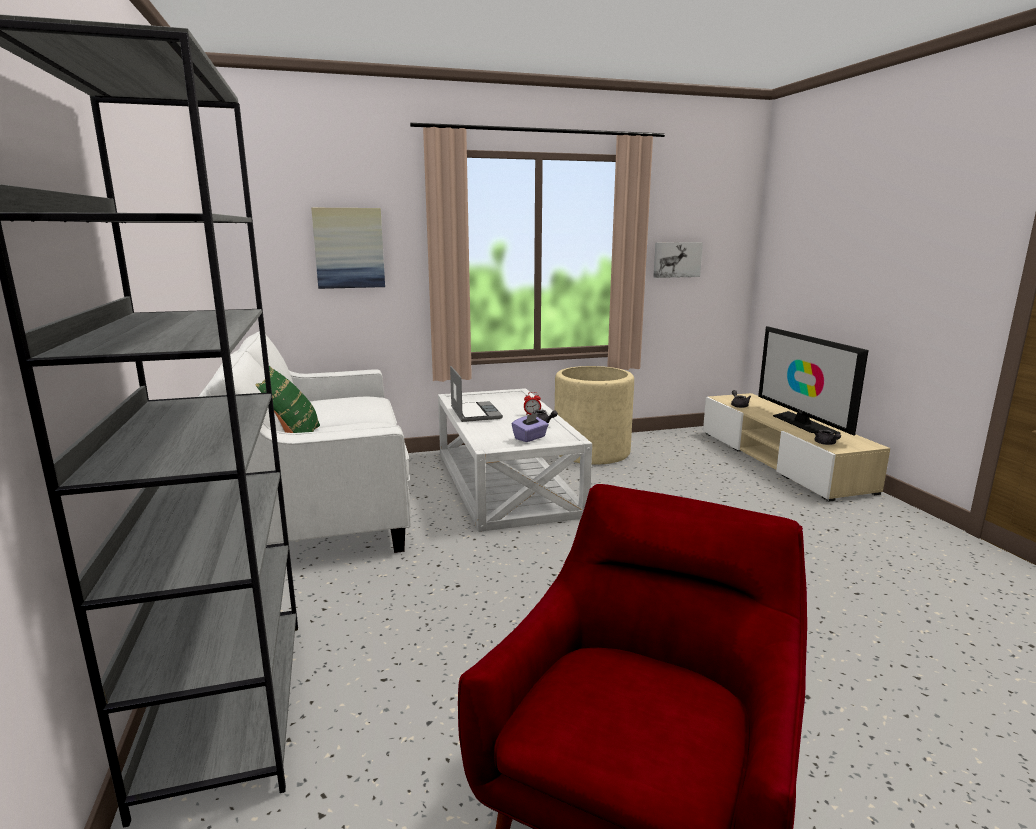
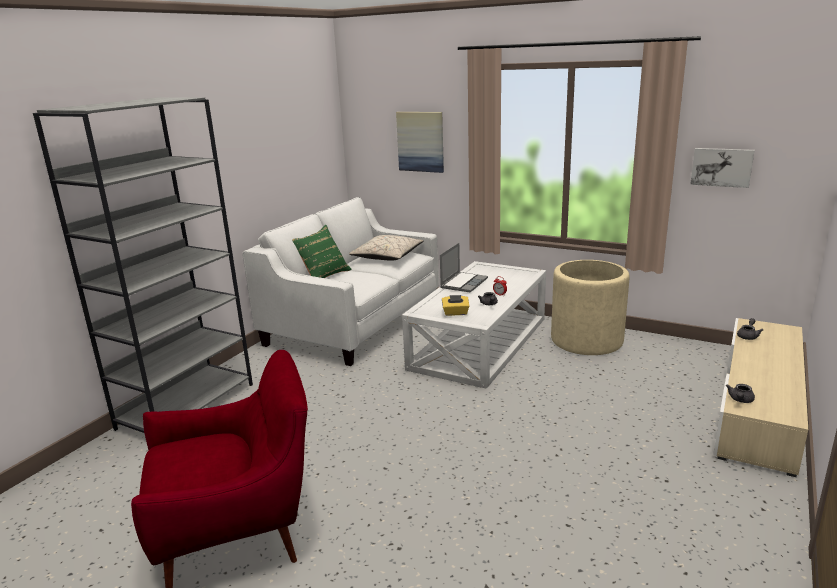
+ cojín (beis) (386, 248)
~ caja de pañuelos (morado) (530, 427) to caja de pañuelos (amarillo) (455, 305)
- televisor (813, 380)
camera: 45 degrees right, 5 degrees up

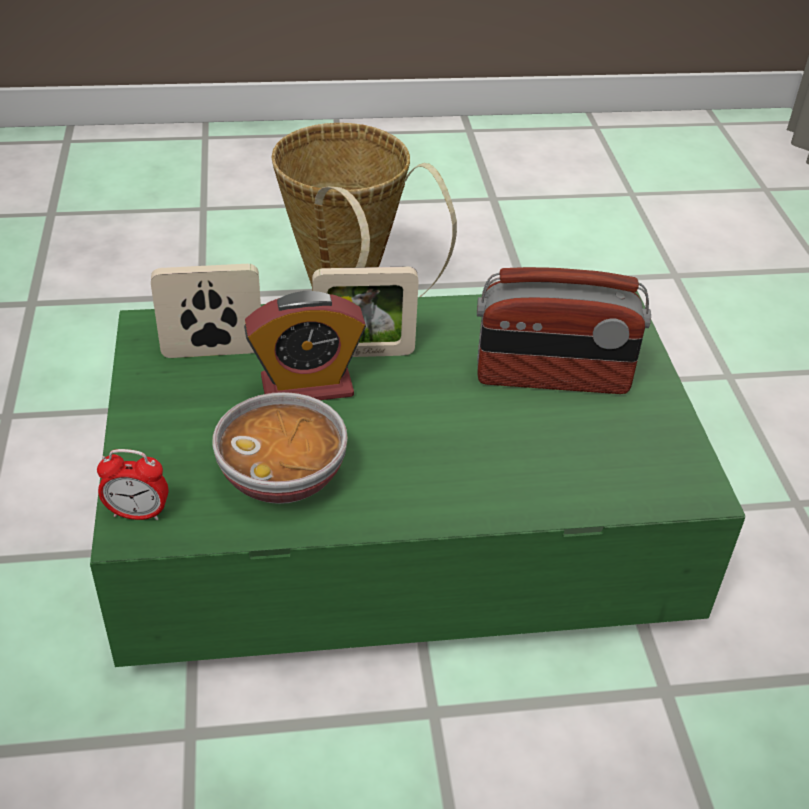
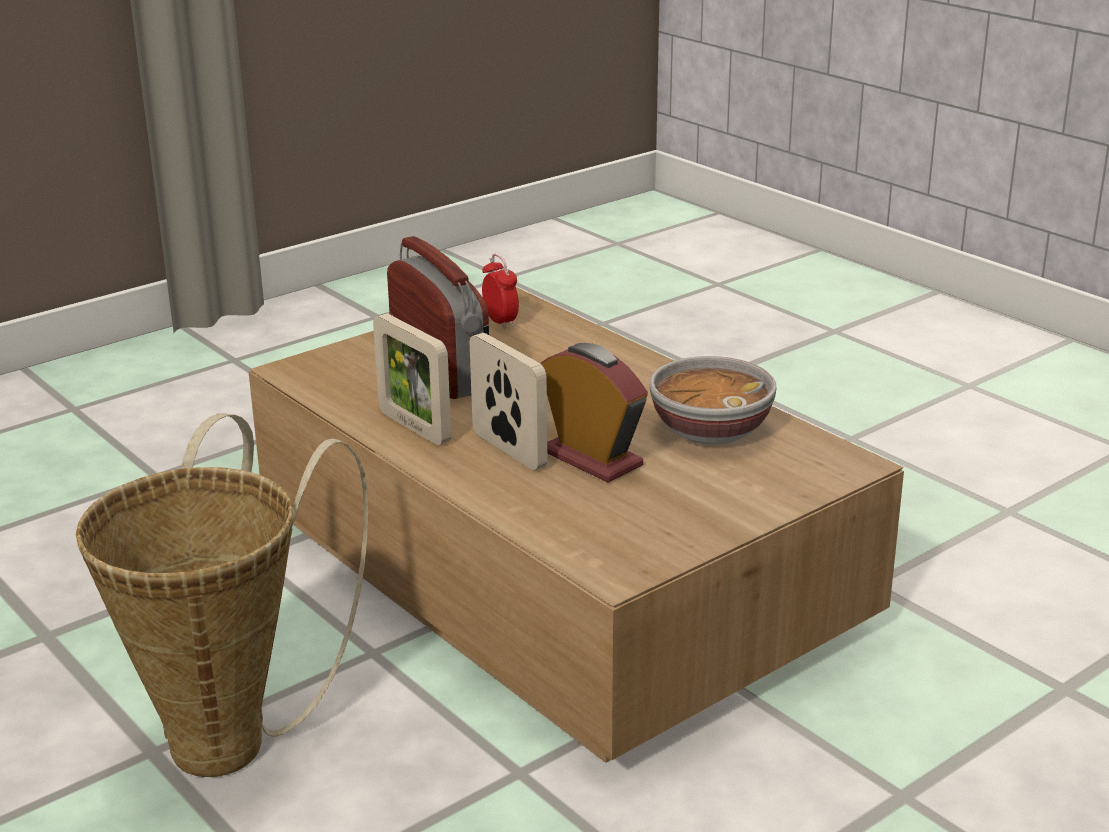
~ mesa de centro (verde) (417, 479) to mesa de centro (marrón) (576, 525)
~ portarretratos (206, 311) to (412, 379)
~ despertador (132, 484) to (500, 291)
camera: 120 degrees left, 15 degrees down

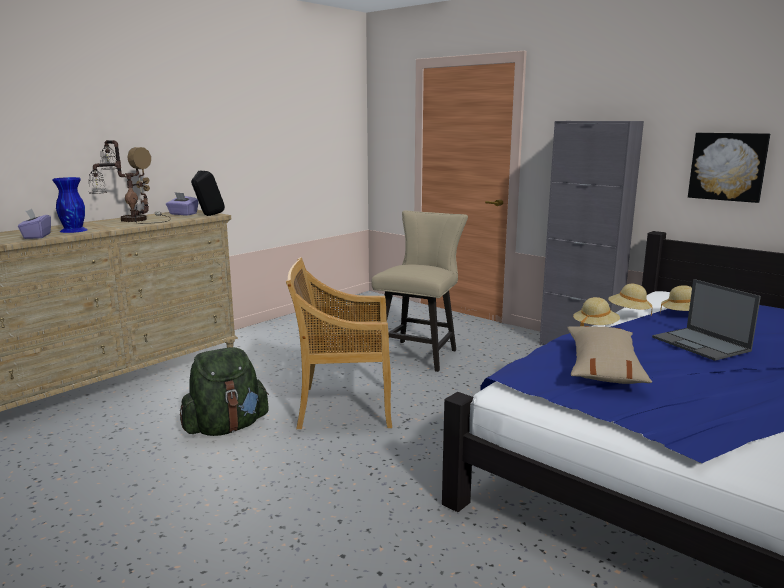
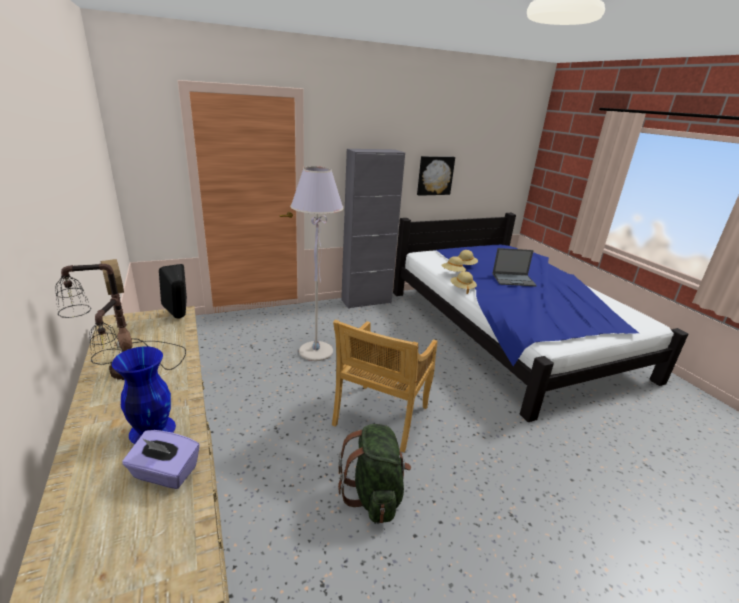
~ silla (beis) (420, 291) to lámpara de pie (gris) (317, 263)
- caja de pañuelos (morado) (182, 204)
- cojín (beis) (609, 355)
camera: 65 degrees left, 10 degrees up

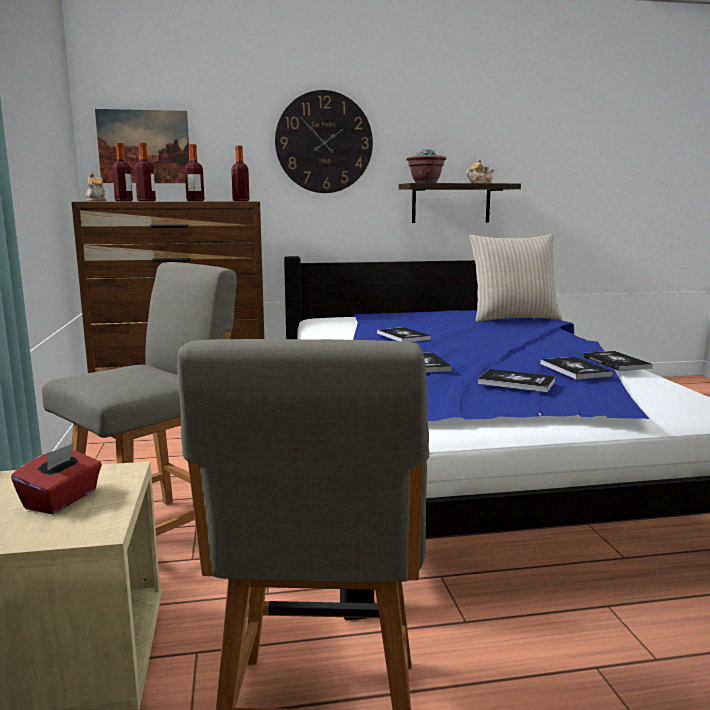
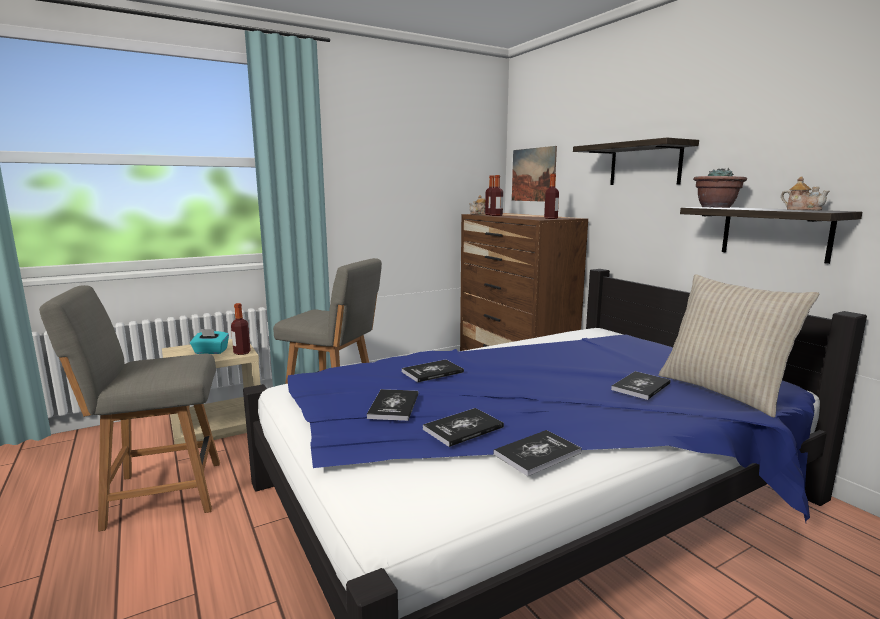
~ caja de pañuelos (rojo) (56, 478) to caja de pañuelos (turquesa) (209, 341)
~ botella (195, 172) to (241, 329)
~ reloj de pared (324, 141) to estante (636, 161)
~ libro (404, 334) to (641, 385)
camera: 70 degrees right, 0 degrees up

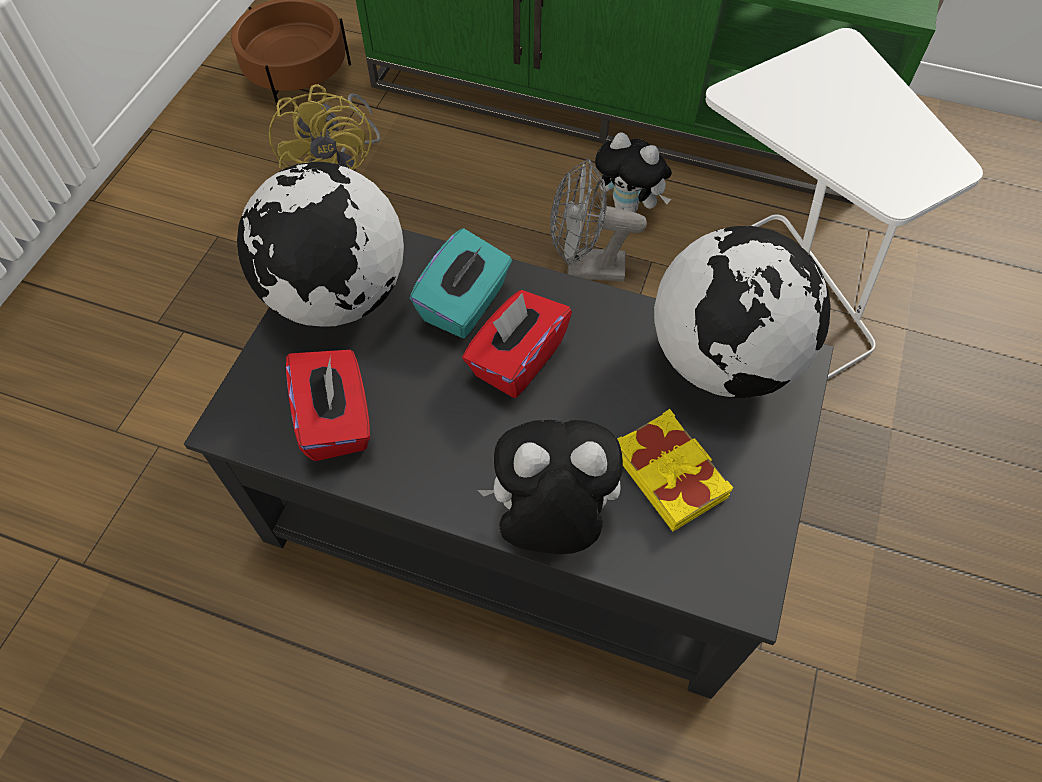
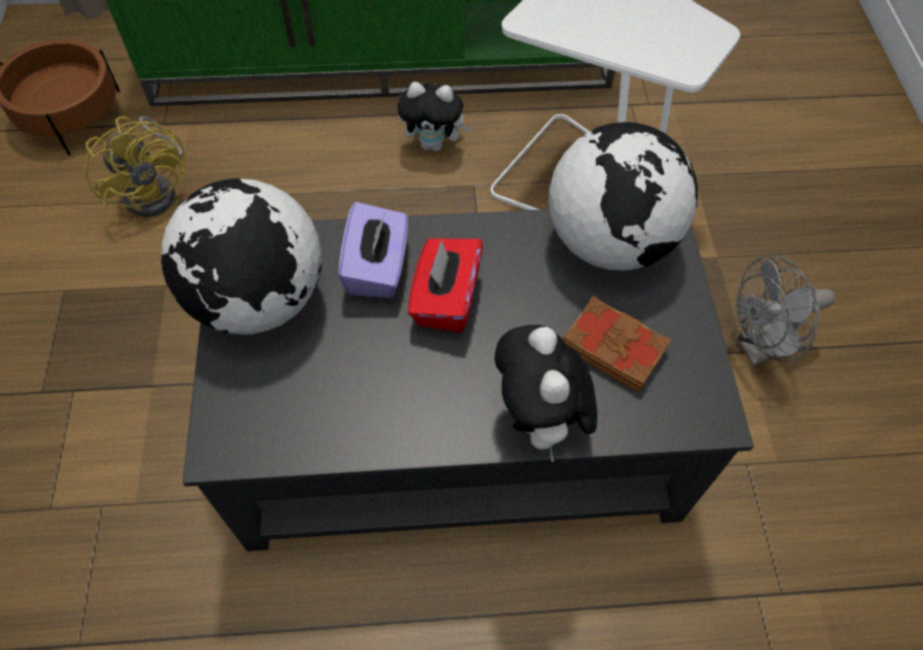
~ caja de pañuelos (turquesa) (461, 283) to caja de pañuelos (morado) (373, 250)
~ peluche (550, 487) = (546, 393) 75 degrees counterclockwise
~ libro (amarillo) (675, 470) to libro (marrón) (617, 344)
~ ventilador (gris) (598, 220) to (786, 310)
- caja de pañuelos (rojo) (328, 405)
camera: 25 degrees left, 0 degrees up

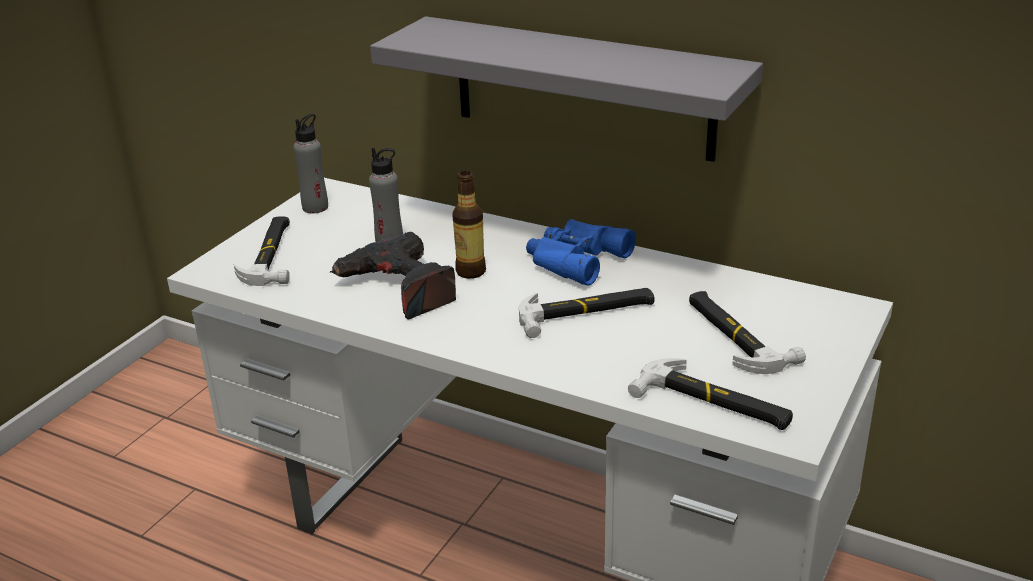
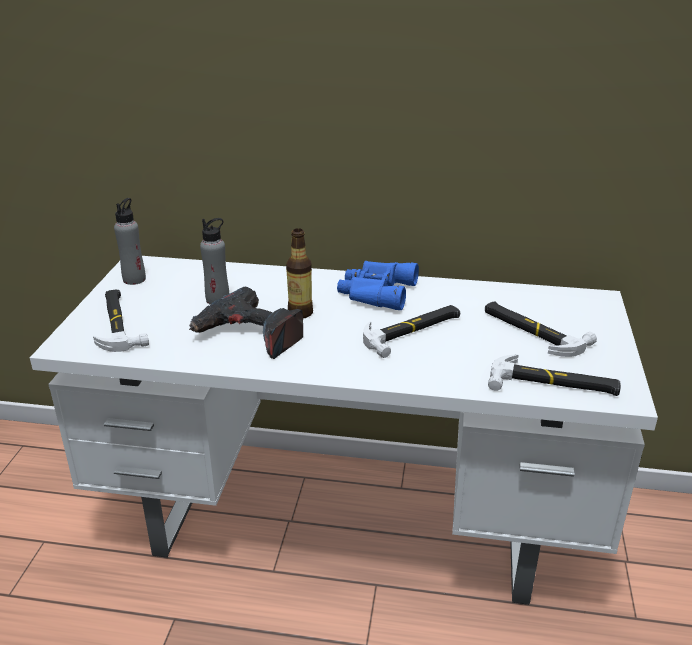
- estante (gris) (566, 89)
camera: 20 degrees left, 0 degrees up

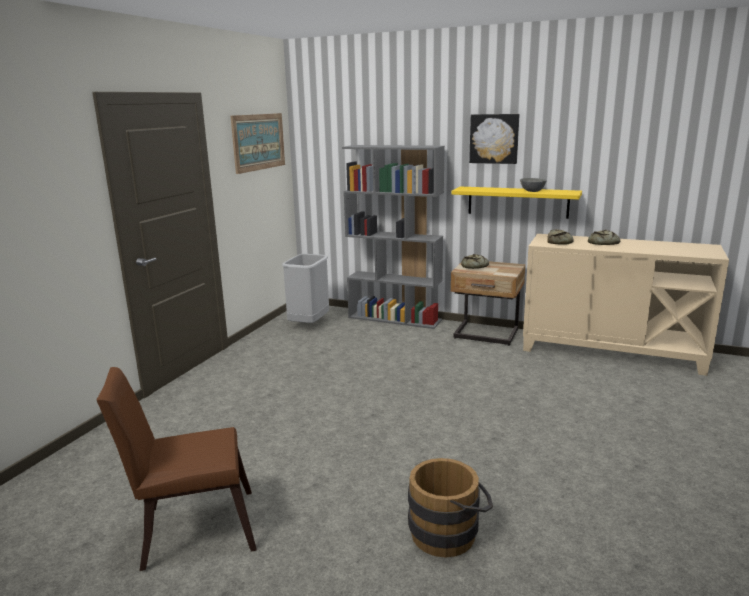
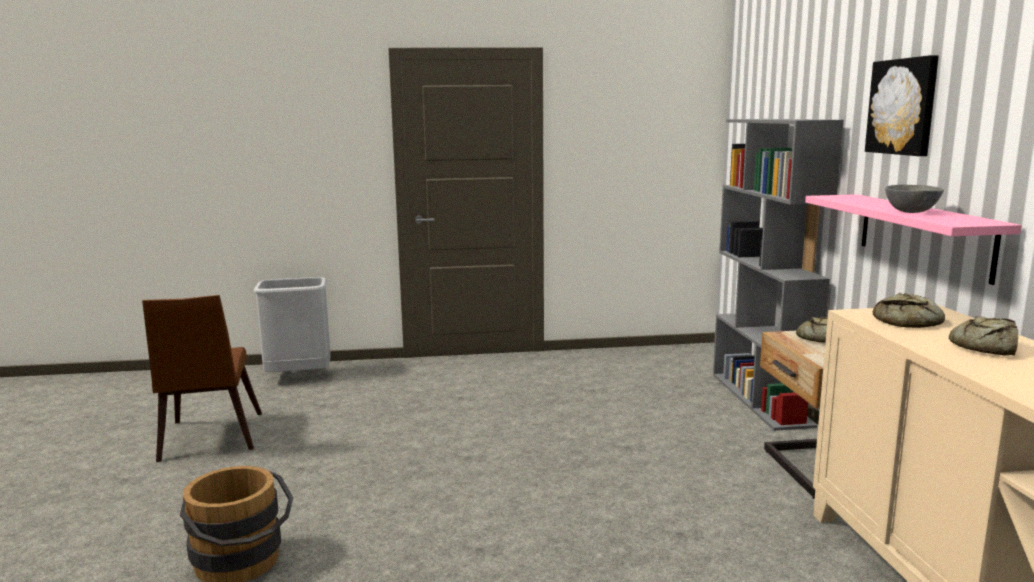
~ silla (marrón) (176, 469) = (202, 378) 150 degrees counterclockwise
~ papelera (gris) (305, 288) to (292, 324)
~ estante (amarillo) (516, 203) to estante (rosa) (913, 239)
- cuadro (258, 143)
camera: 60 degrees right, 5 degrees down

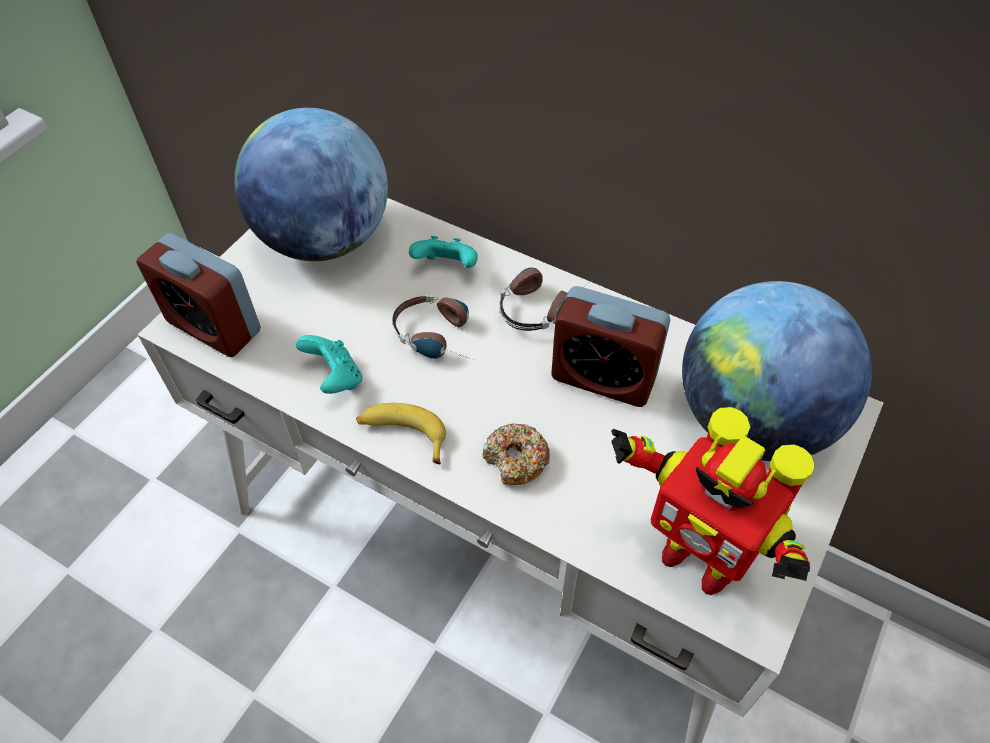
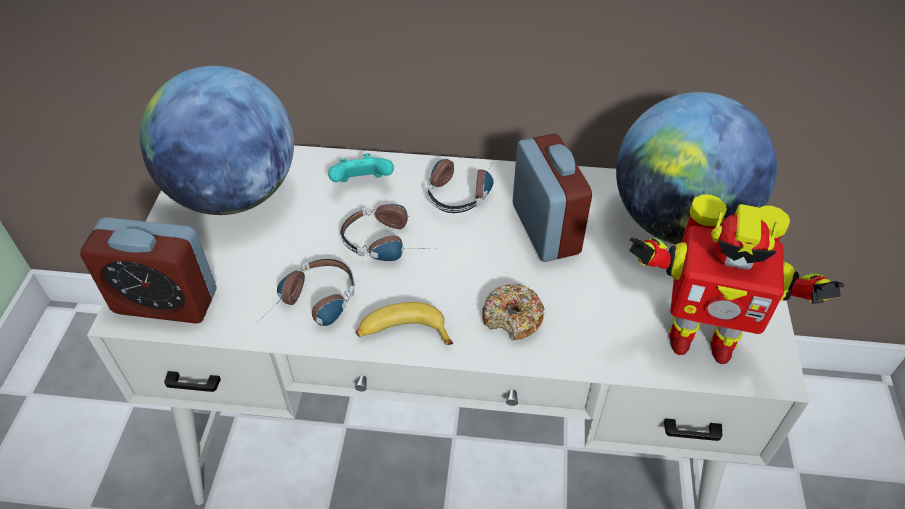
~ mando de consola (turquesa) (329, 364) to auriculares (306, 292)
~ despertador (611, 346) = (552, 197) 105 degrees counterclockwise
camera: 25 degrees left, 5 degrees down

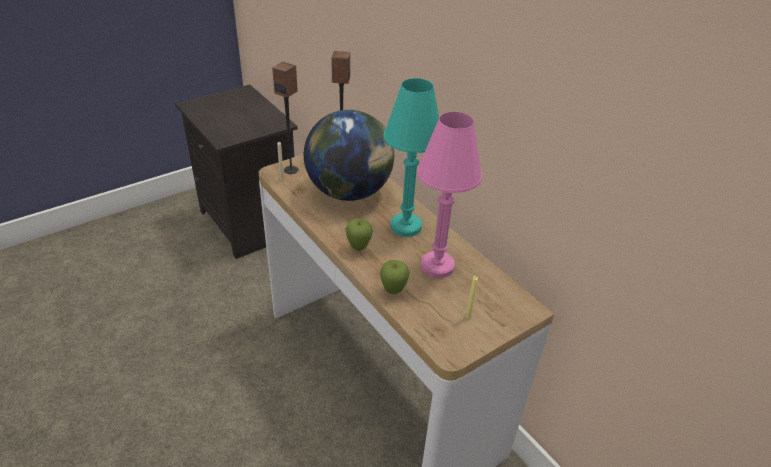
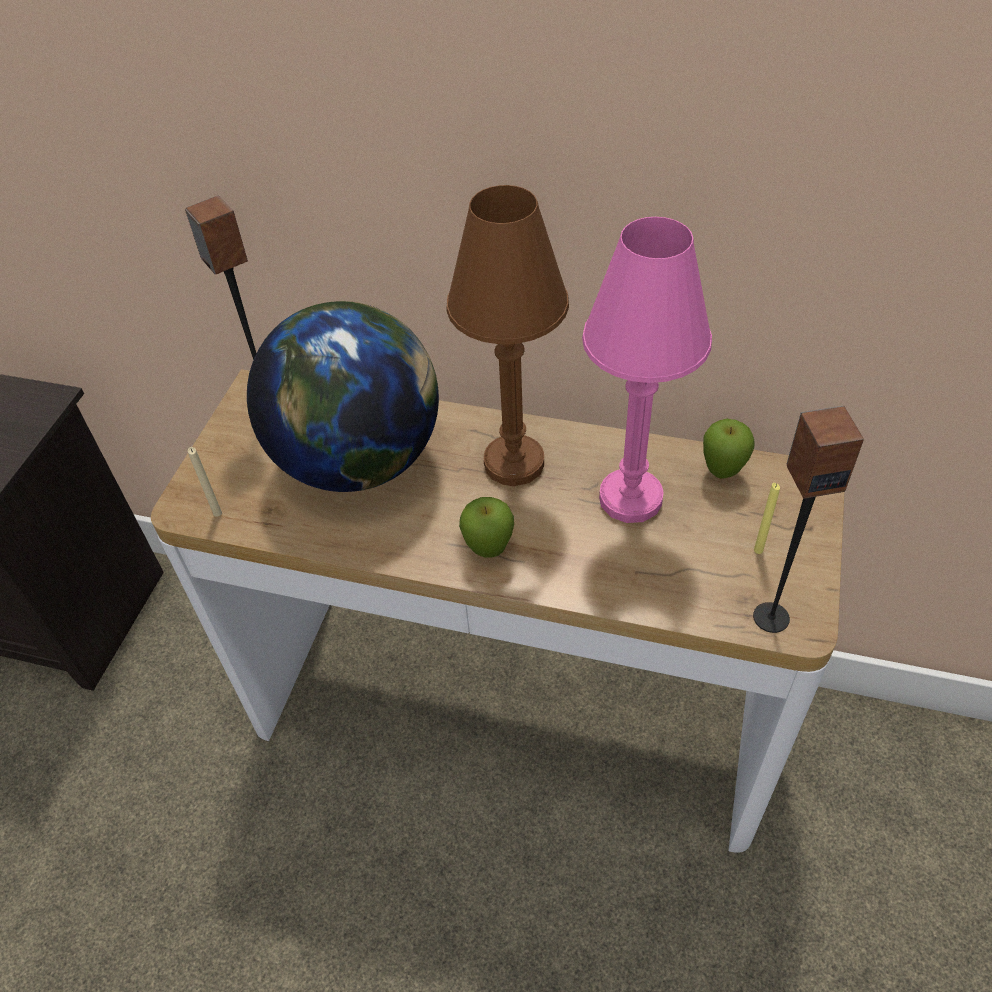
~ lámpara de mesa (turquesa) (411, 157) to lámpara de mesa (marrón) (507, 335)
~ manzana (395, 277) to (729, 449)
~ altavoz (285, 118) to (808, 519)
camera: 35 degrees left, 10 degrees up

